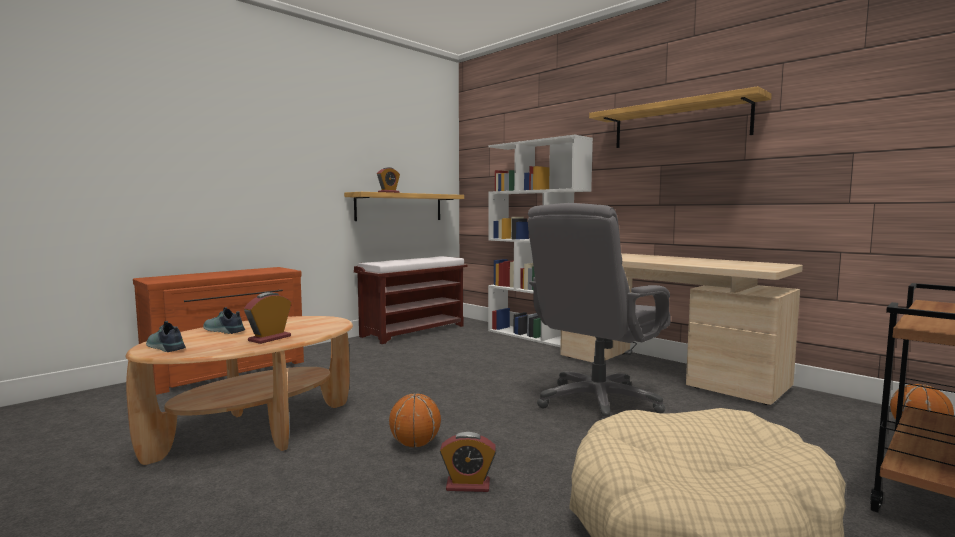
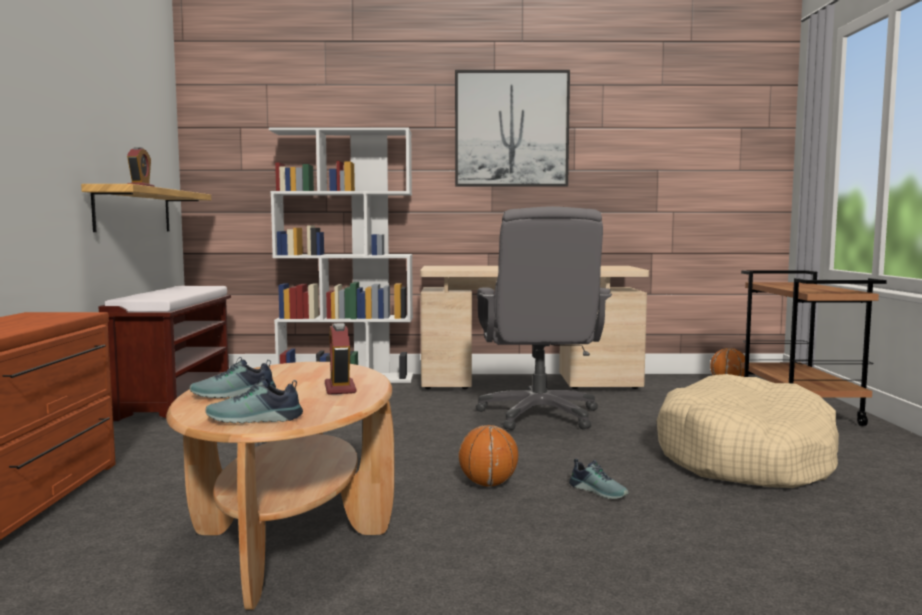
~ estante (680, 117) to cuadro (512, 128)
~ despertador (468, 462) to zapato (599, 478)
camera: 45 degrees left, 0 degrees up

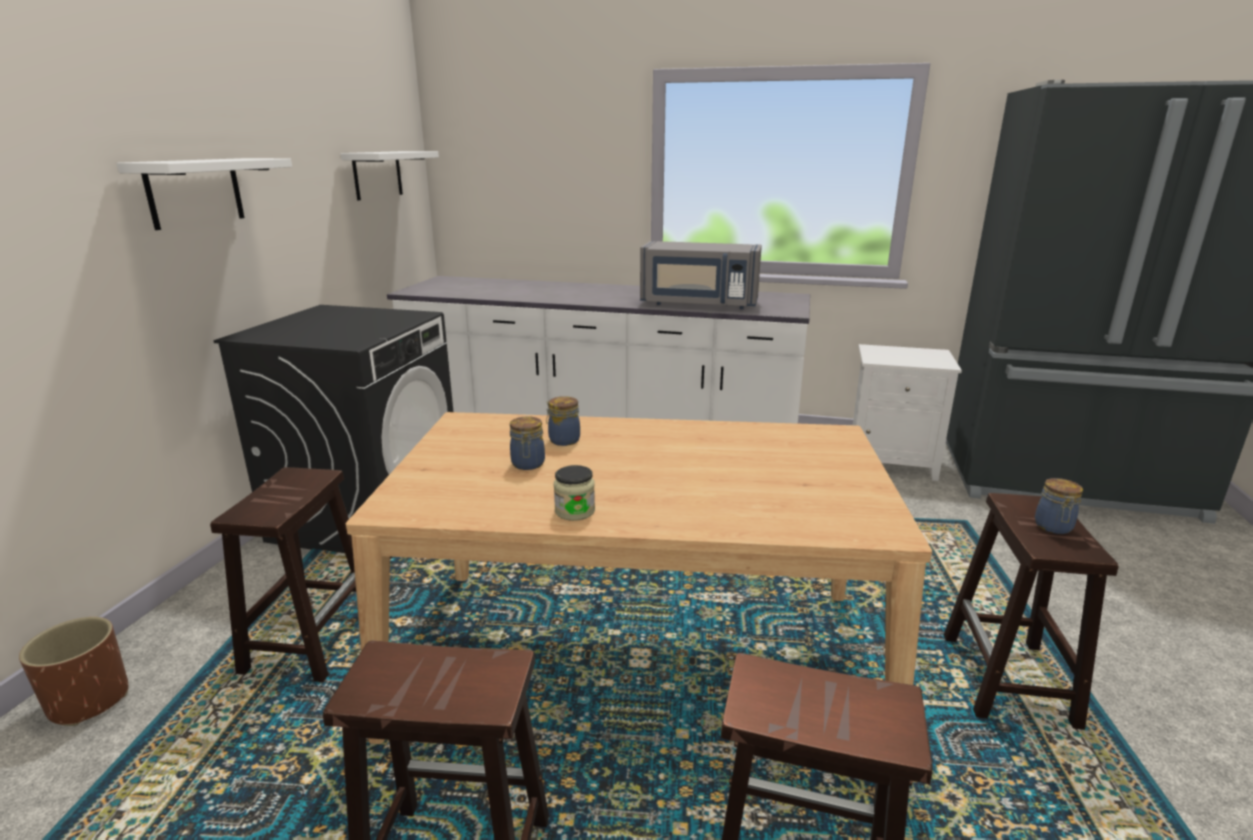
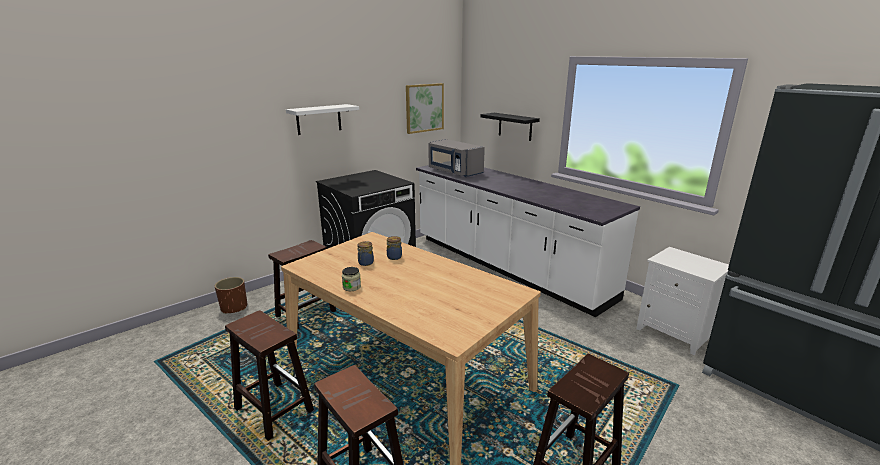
~ estante (blanco) (390, 175) to cuadro (425, 108)
~ microondas (gris) (701, 275) to (456, 158)
+ estante (negro) (510, 127)
- tarro (1059, 506)
camera: 35 degrees right, 0 degrees up

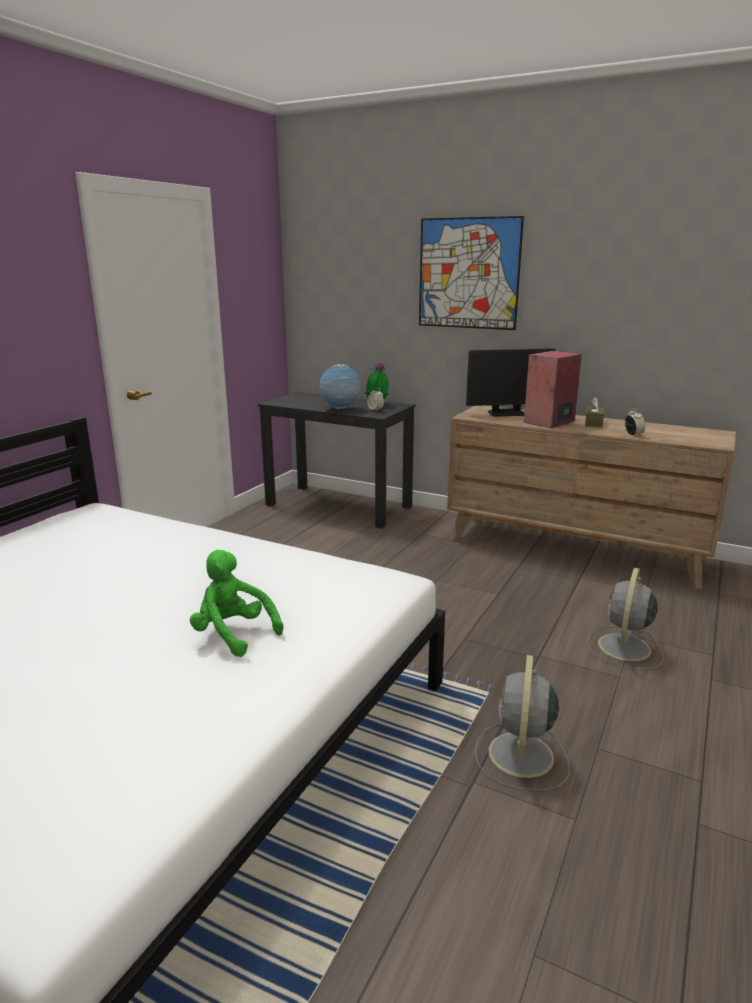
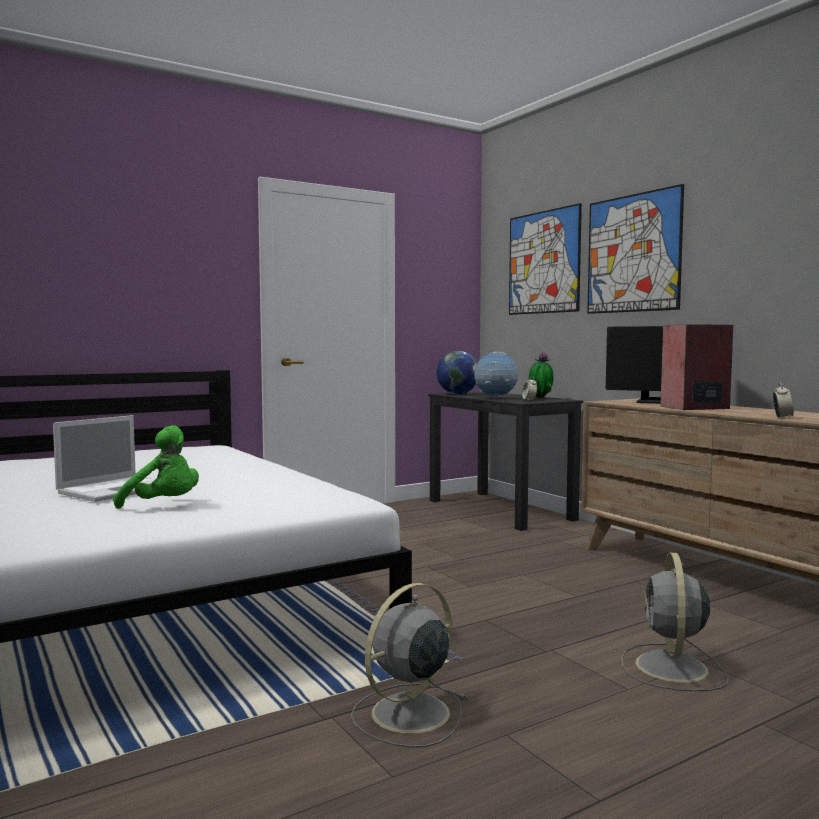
+ portátil (104, 458)
~ peluche (verde) (236, 603) = (156, 467) 135 degrees clockwise
+ globo terráqueo (457, 372)
+ cuadro (545, 259)
~ ventilador (gris) (625, 619) = (675, 621) 45 degrees counterclockwise
- caja de pañuelos (marrón) (594, 412)
camera: 30 degrees right, 15 degrees down

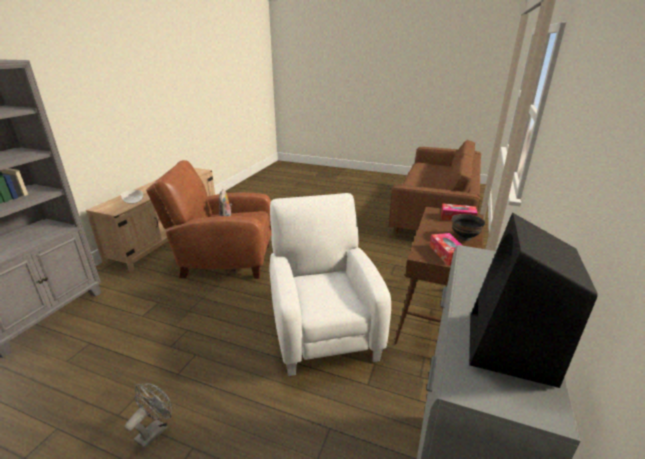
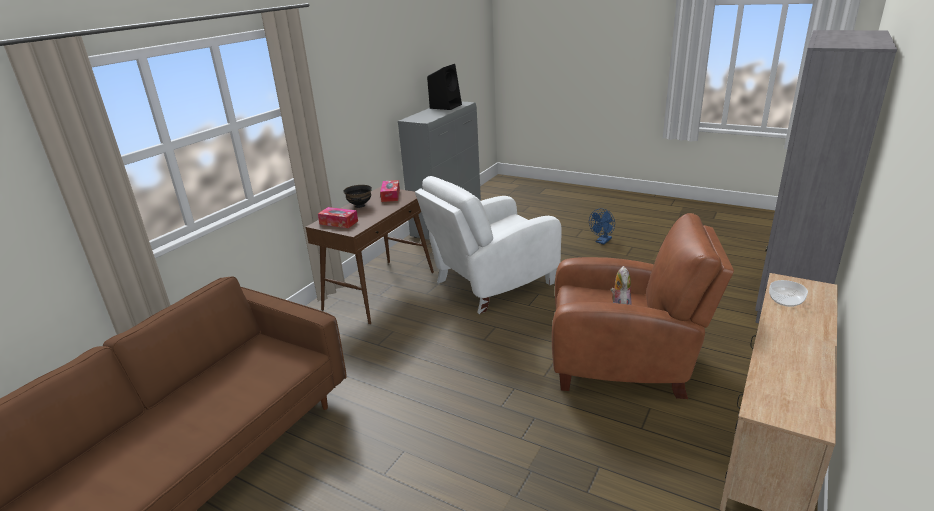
~ sillón (blanco) (330, 284) = (488, 245) 60 degrees clockwise
~ ventilador (gris) (148, 416) to ventilador (azul) (602, 226)
camera: 170 degrees left, 0 degrees up

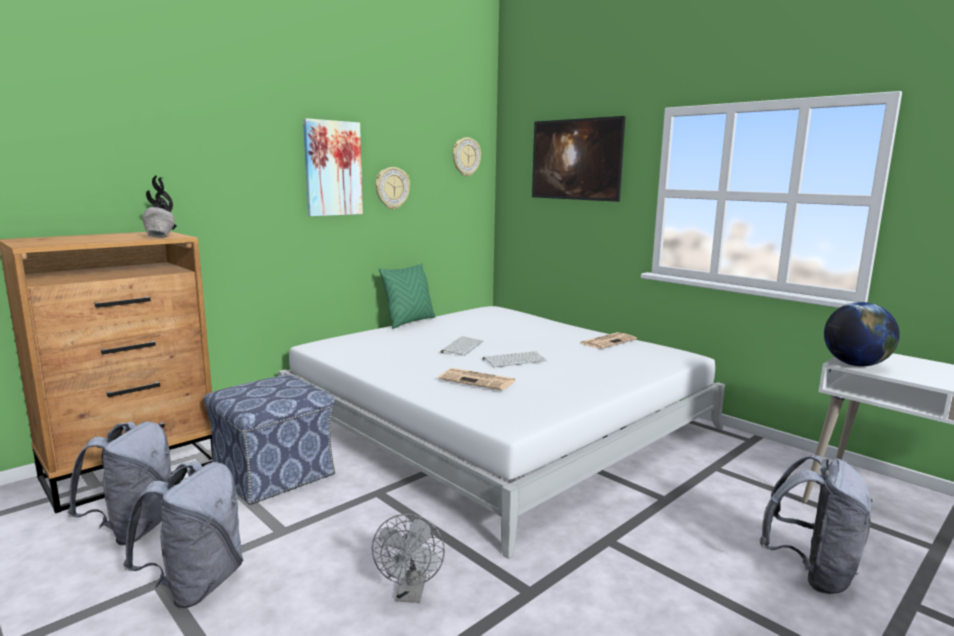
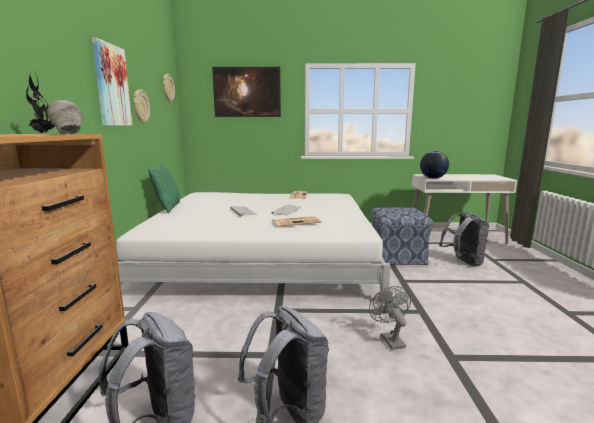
~ ventilador (gris) (408, 558) = (390, 318) 150 degrees counterclockwise
~ puf (269, 440) to (402, 236)
camera: 45 degrees left, 0 degrees up

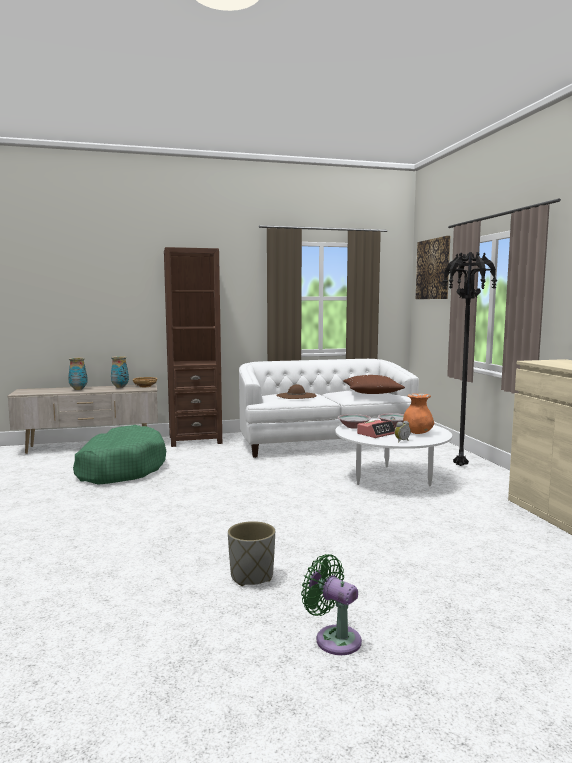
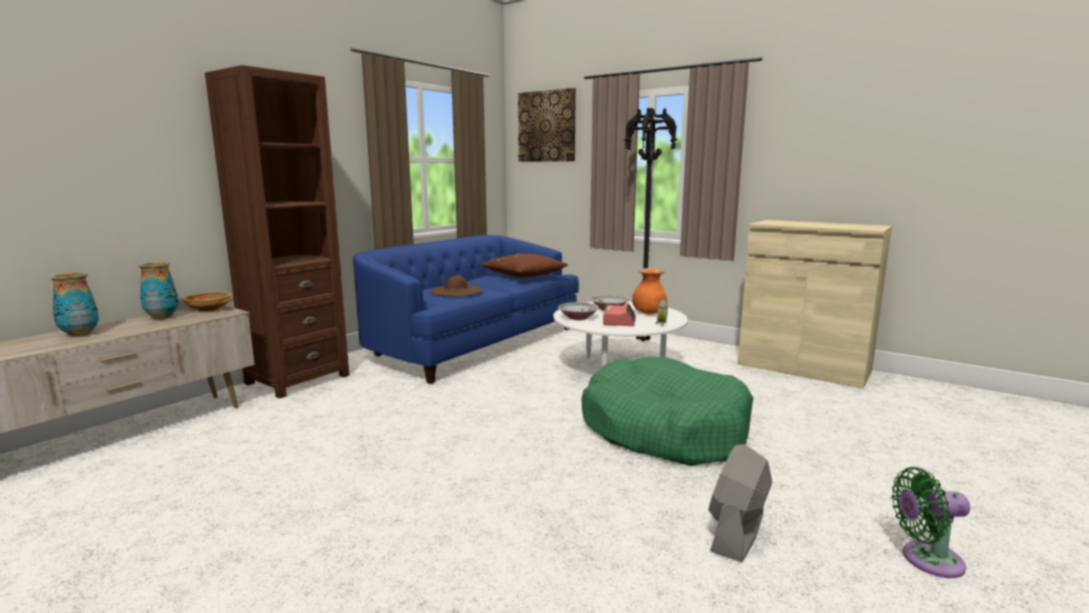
~ sofá (blanco) (329, 408) to sofá (azul) (466, 309)
~ cama para perro (verde) (119, 455) to (667, 411)
~ maceta (gris) (251, 553) to ventilador (gris) (740, 503)
camera: 40 degrees left, 5 degrees up

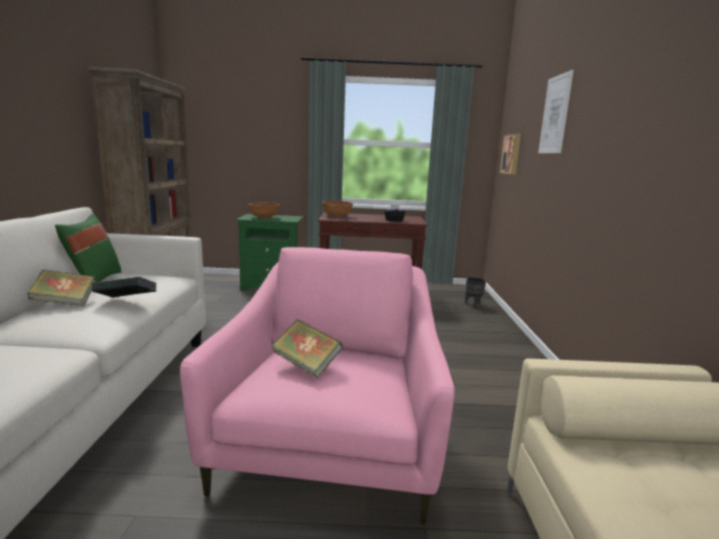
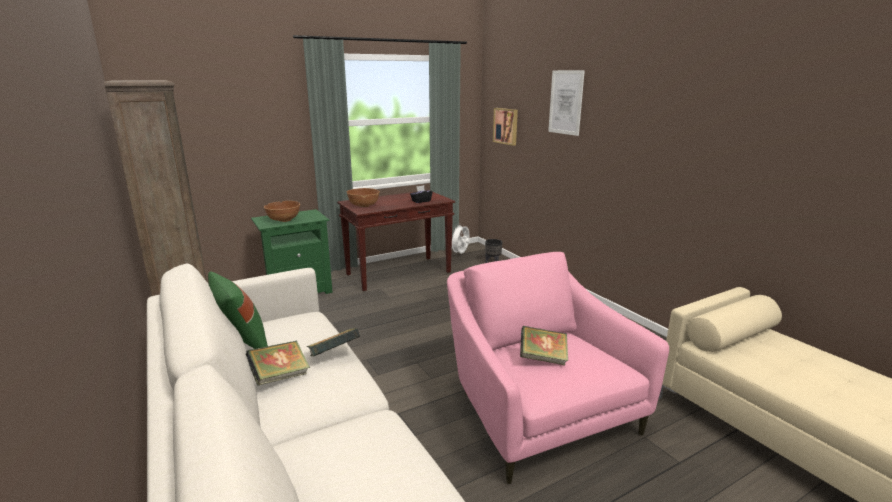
+ ventilador (blanco) (461, 238)
camera: 30 degrees left, 5 degrees up

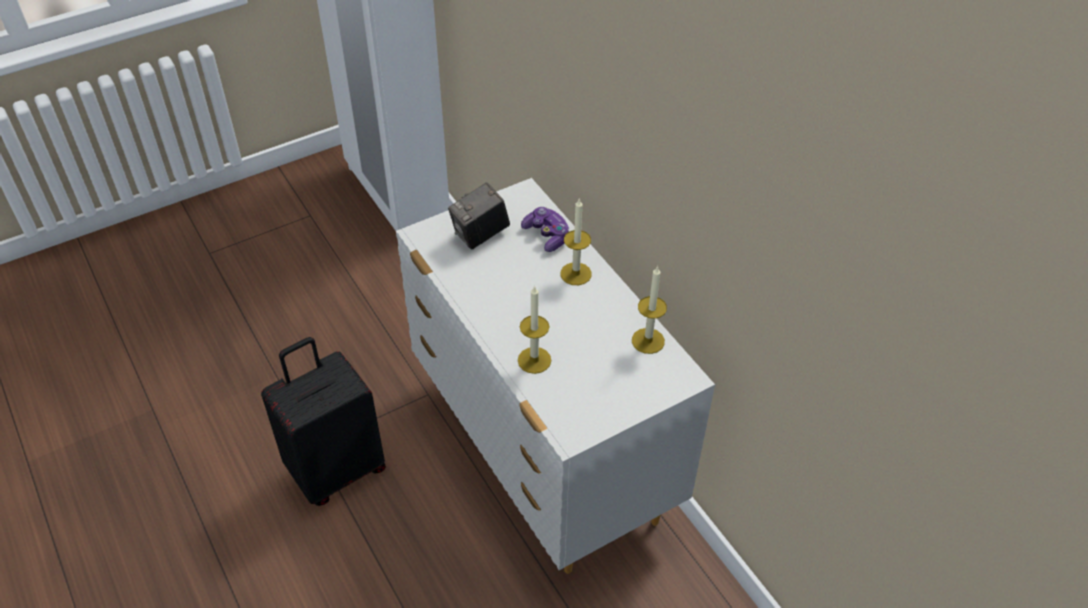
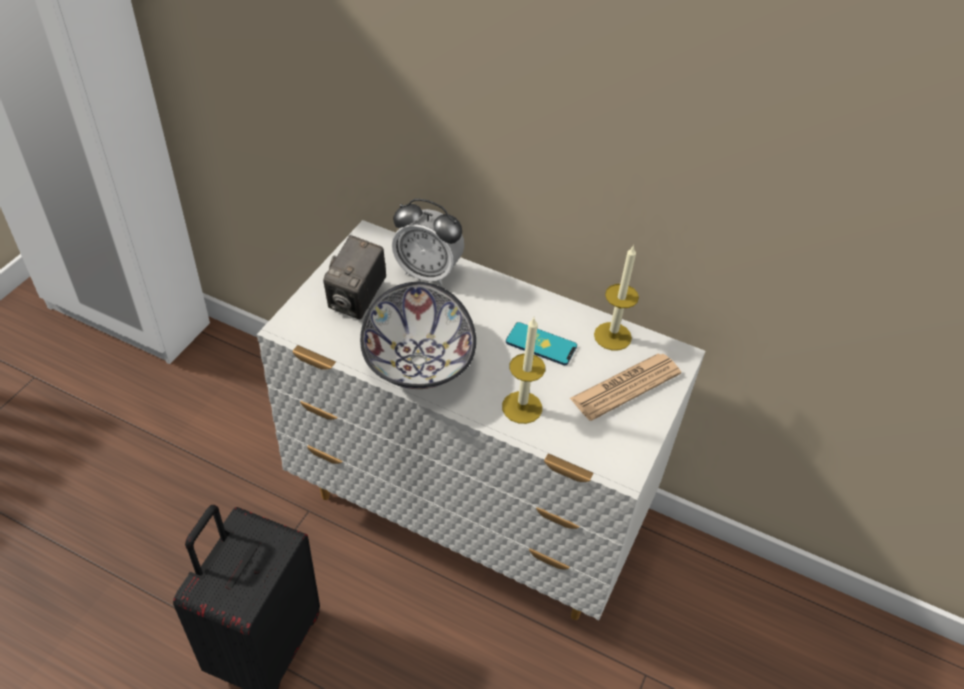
+ cuenco (418, 335)
~ mando de consola (545, 229) to despertador (428, 242)
+ móvil (541, 343)
+ periódico (625, 387)
- vela (576, 242)
camera: 35 degrees left, 0 degrees up

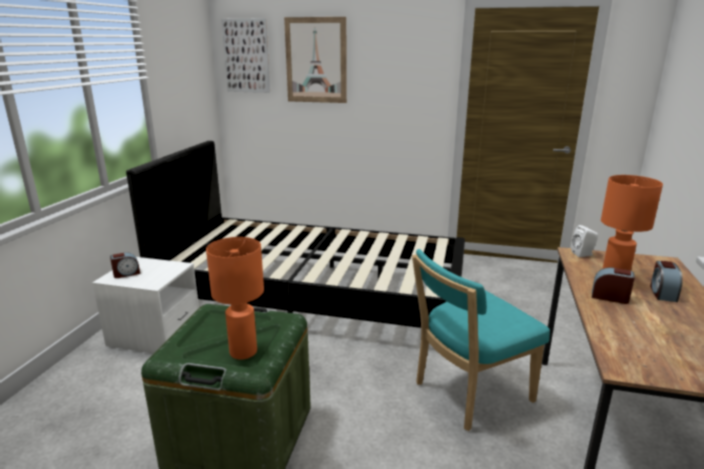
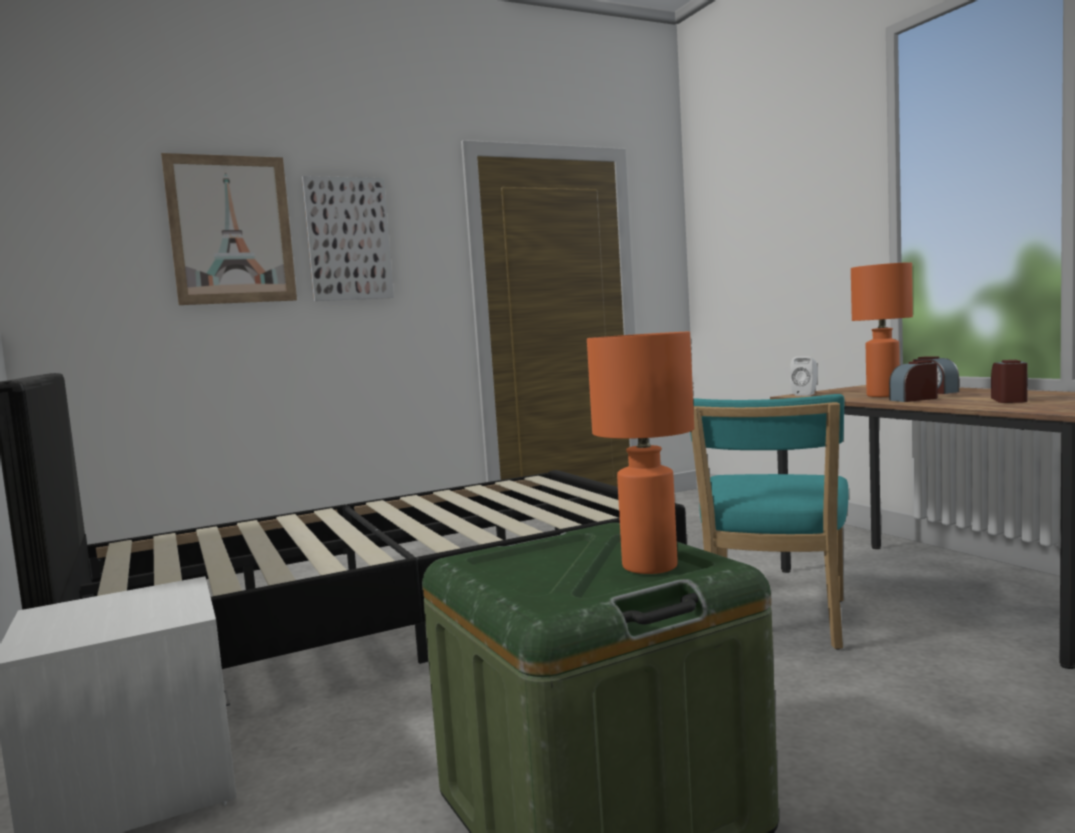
~ cuadro (245, 55) to (348, 238)
~ despertador (125, 265) to (1009, 381)
camera: 40 degrees left, 15 degrees down

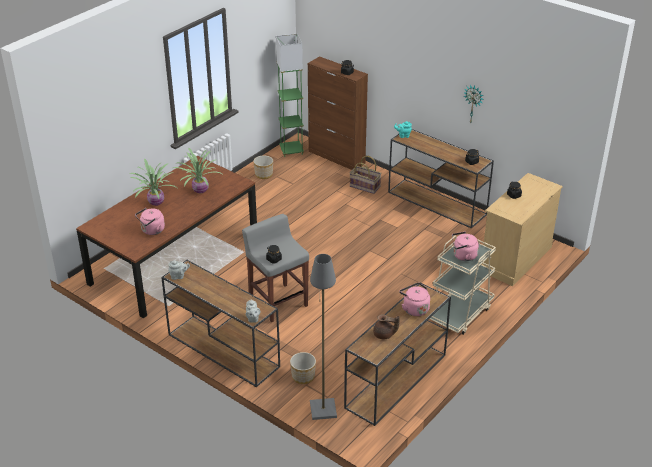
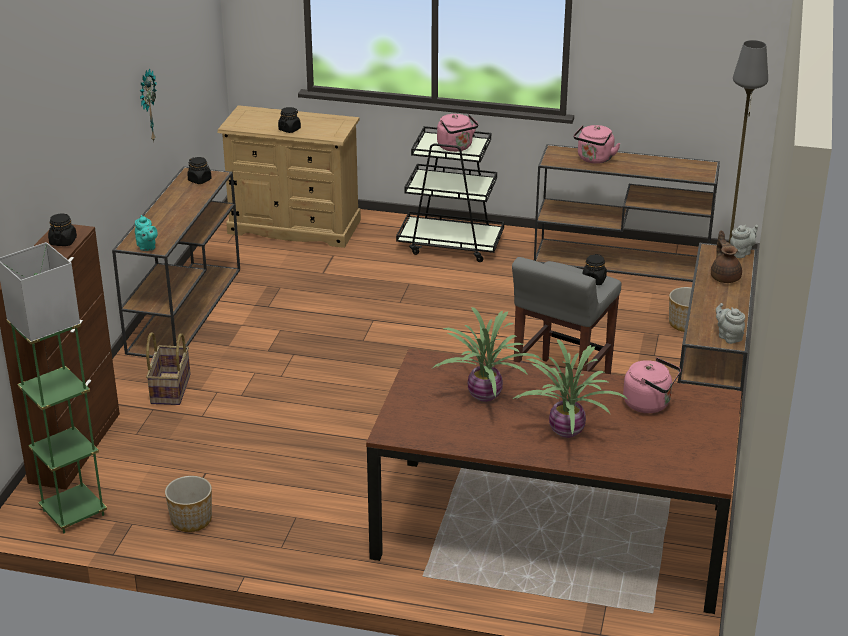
~ carrito (beis) (462, 285) to carrito (negro) (450, 194)
~ tetera (marrón) (386, 326) to (726, 257)
camera: 115 degrees left, 5 degrees down

